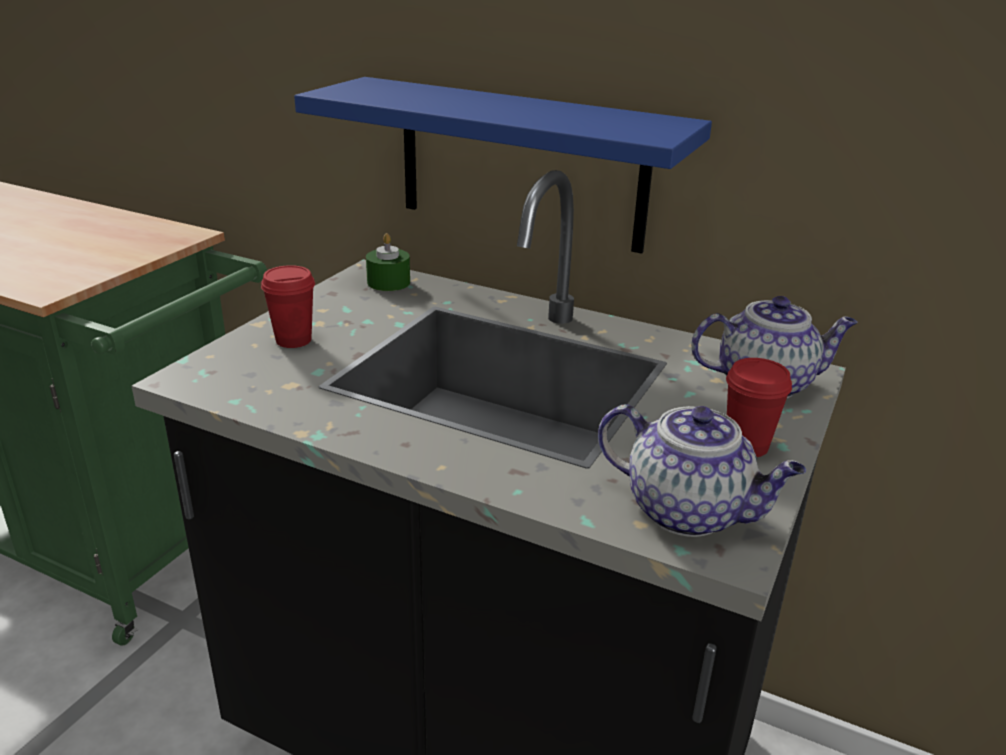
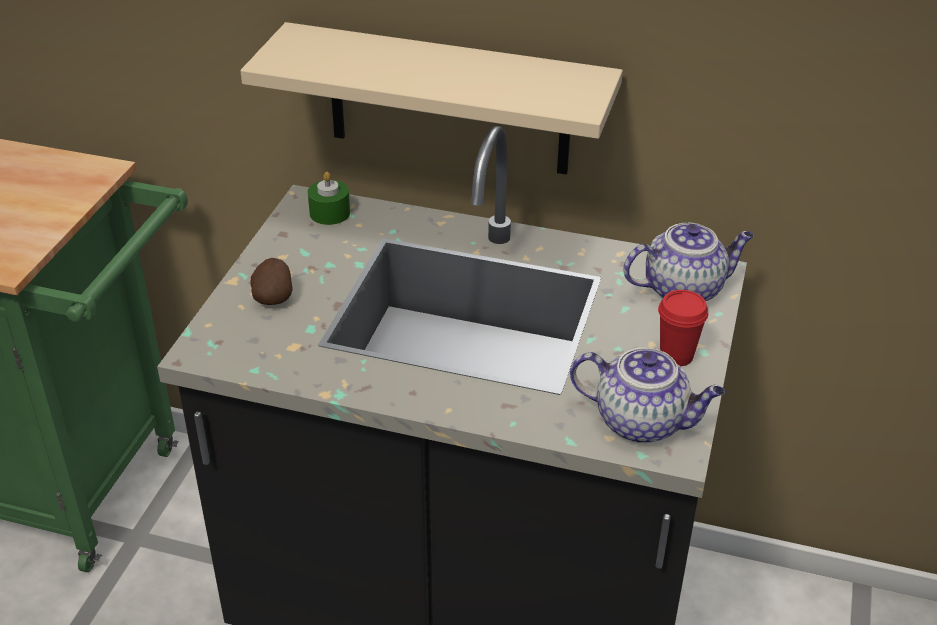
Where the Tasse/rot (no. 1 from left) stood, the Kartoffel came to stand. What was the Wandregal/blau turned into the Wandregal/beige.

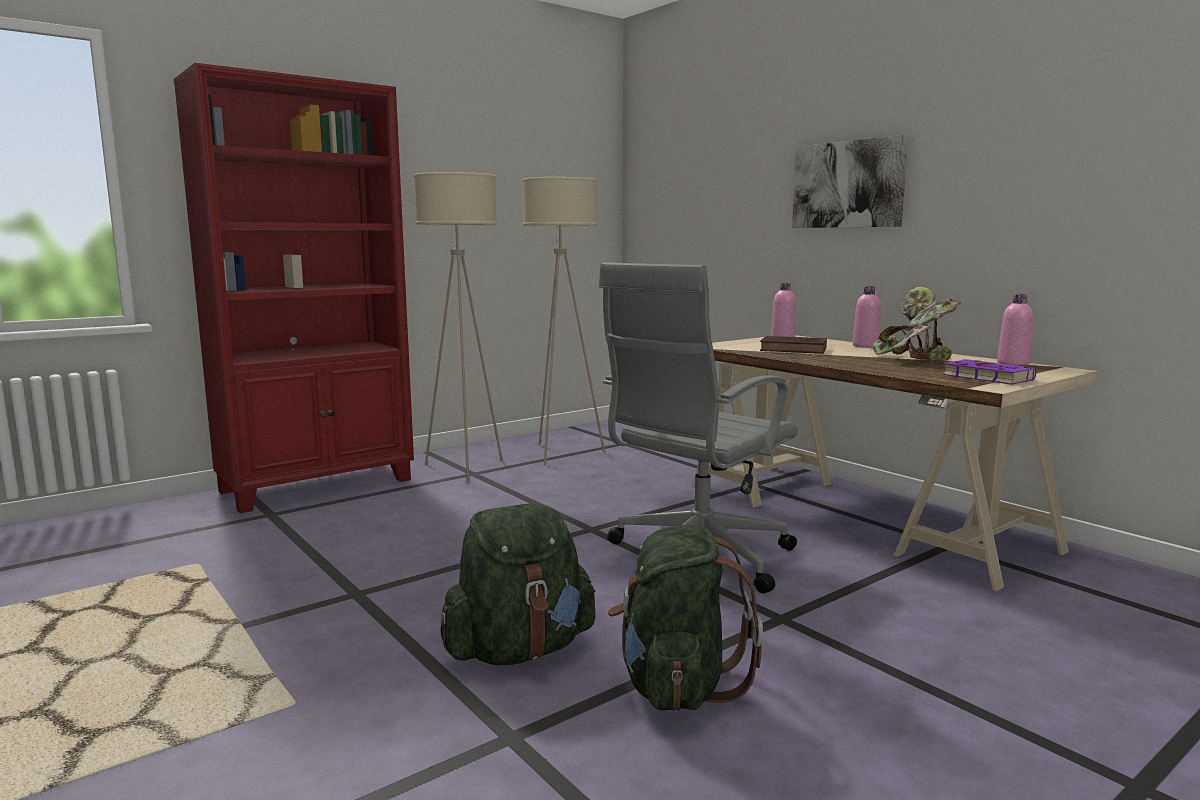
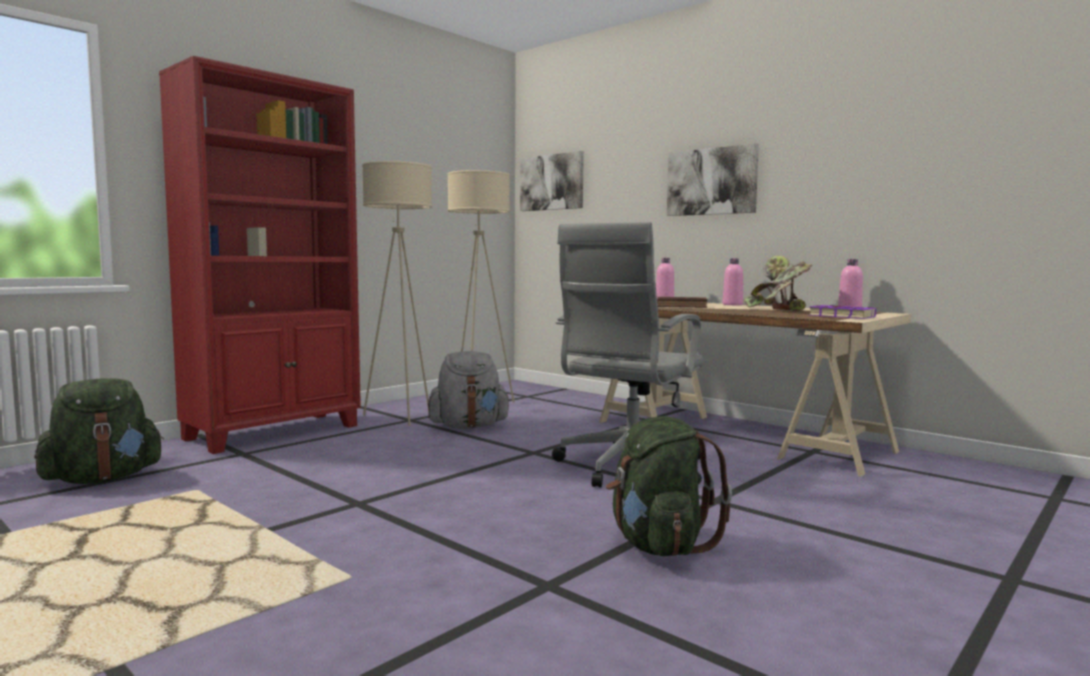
The second view gained the Rucksack/grau. The second view gained the Bild (no. 1 from left). The Rucksack/grün (no. 1 from left) ended up elsewhere.

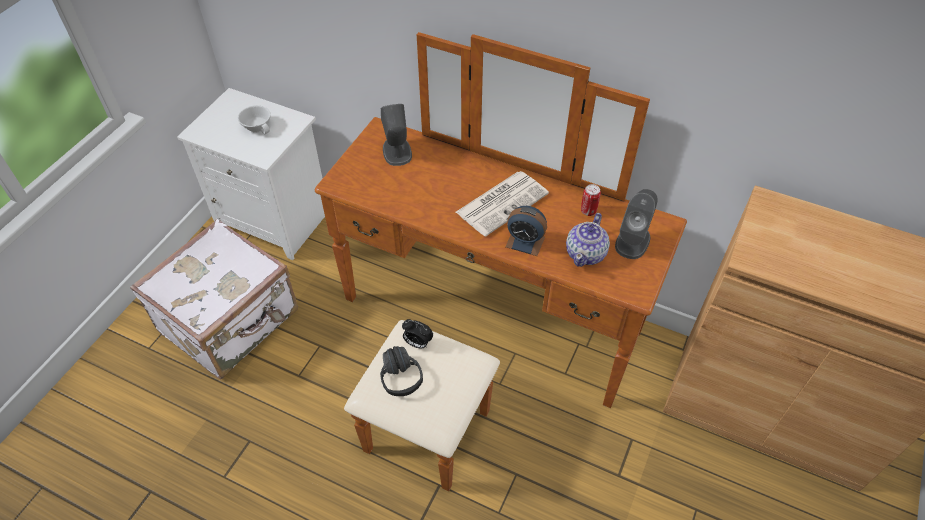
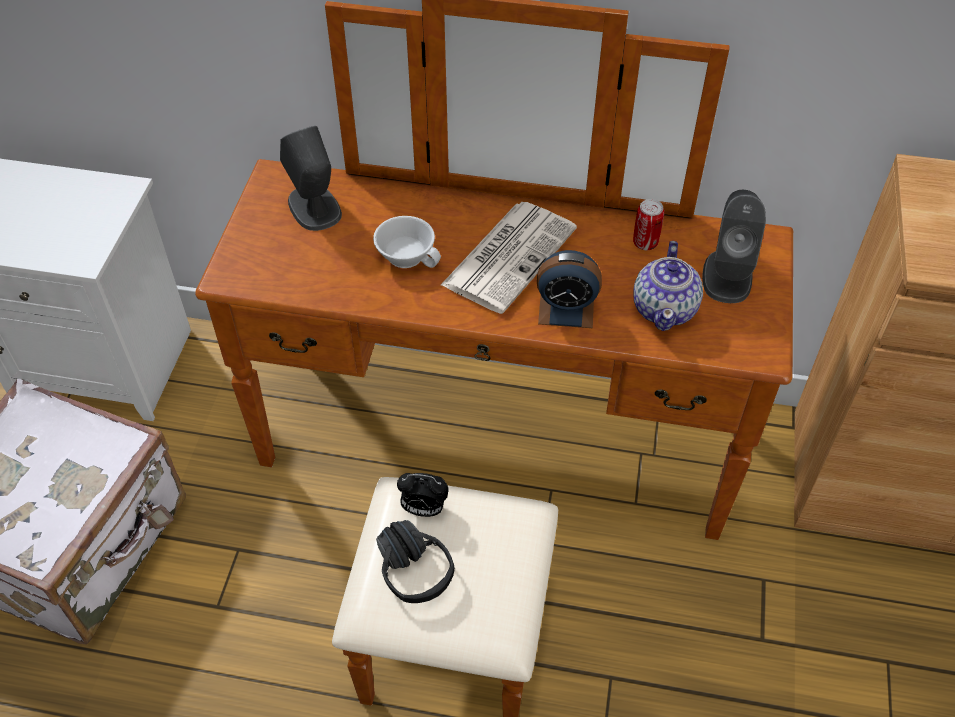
The Tasse/weiß ended up elsewhere.

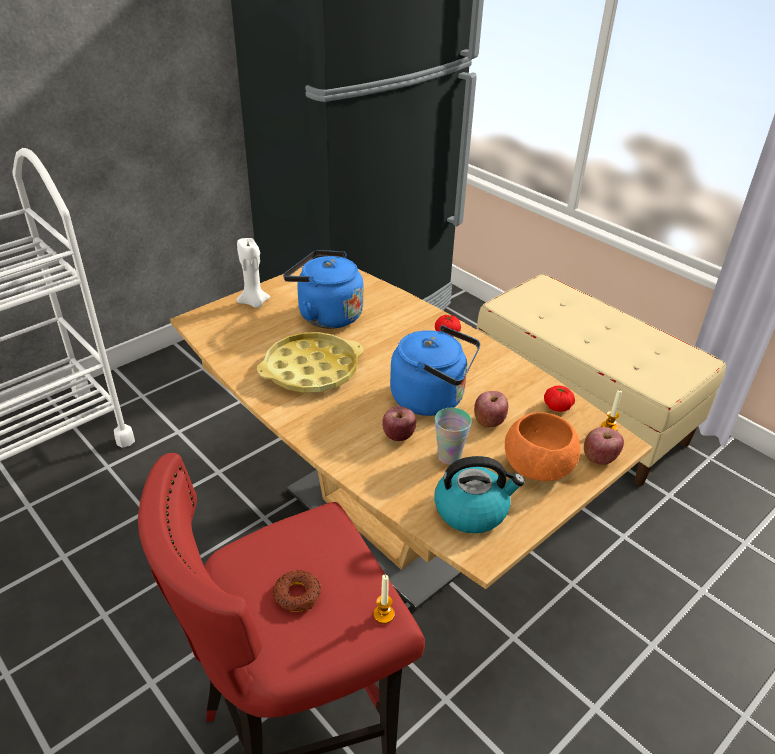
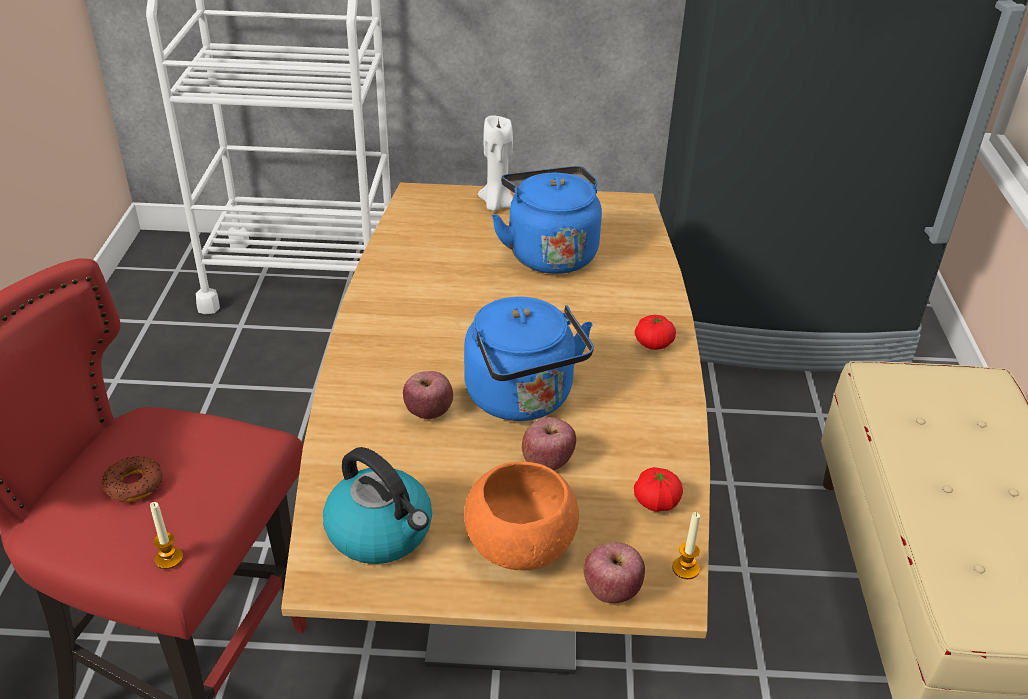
The second view lost the Tablett/gelb. The second view lost the Tasse.

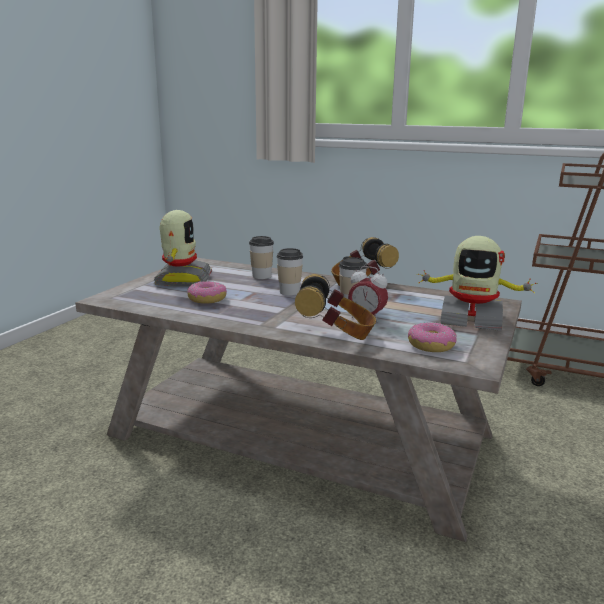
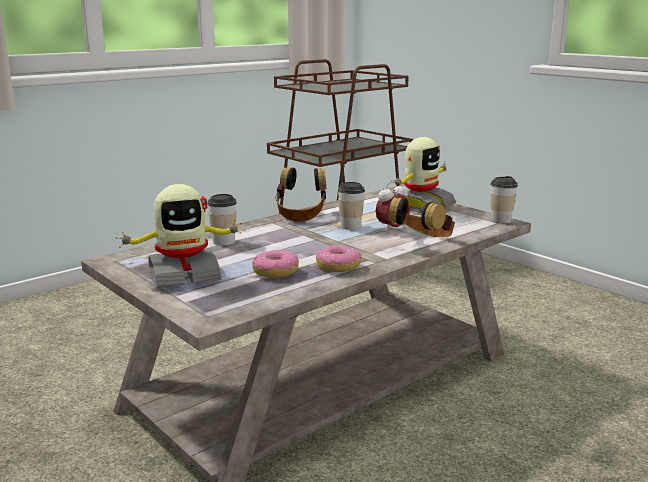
The Tasse (no. 2 from left in the first image) ended up elsewhere. The Donut (no. 2 from left) ended up elsewhere. The Spielzeugroboter (no. 1 from left) ended up facing another way, 135 degrees clockwise from before.

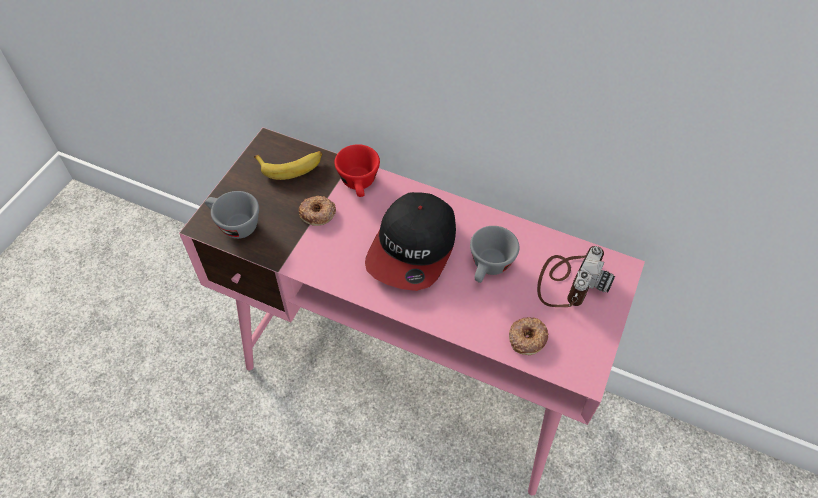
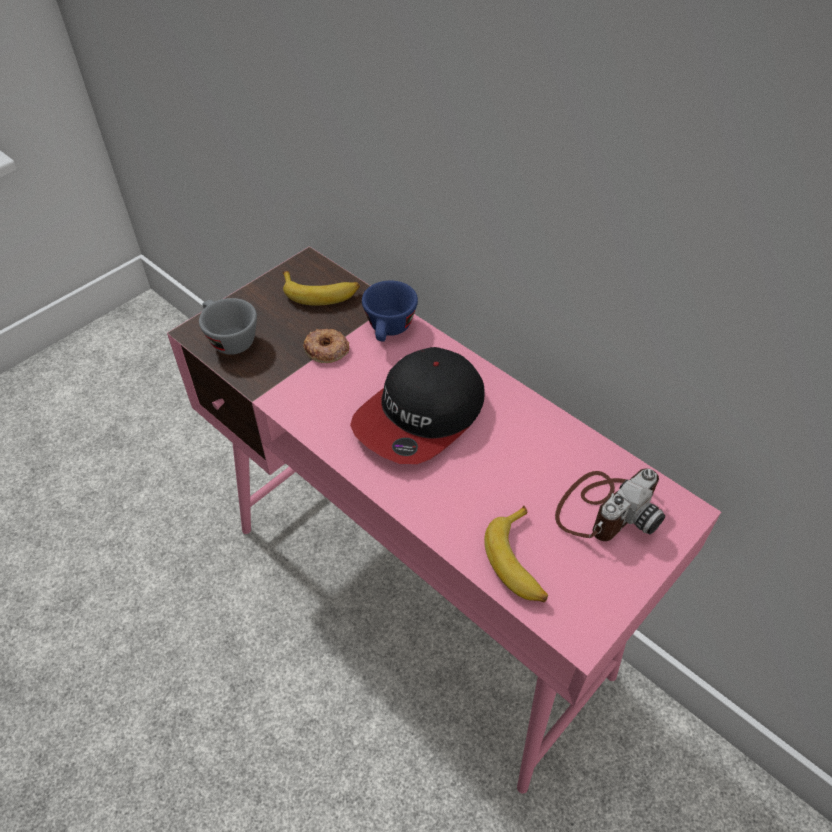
The second view lost the Tasse/grau (no. 2 from left). Where the Donut (no. 2 from left) stood, the Banane (no. 2 from left) came to stand. What was the Tasse/rot turned into the Tasse/blau.

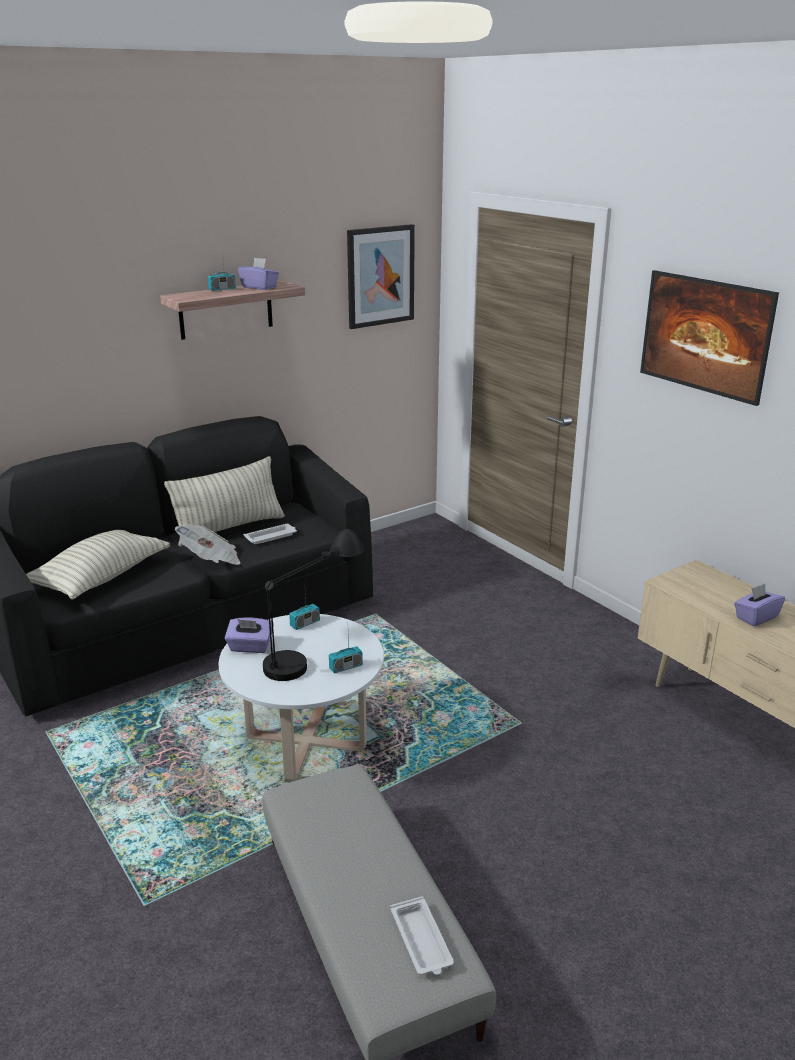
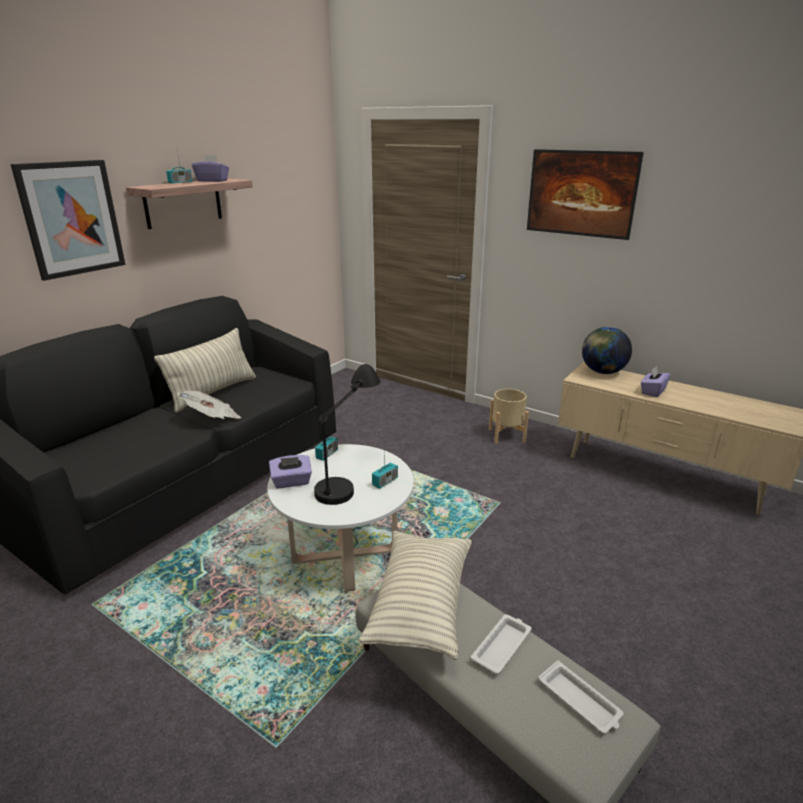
The second view gained the Pflanzkübel/beige. The second view gained the Globus. The Kissen (no. 1 from left in the first image) ended up elsewhere. The Tablett/weiß (no. 1 from left) ended up elsewhere. The Bild (no. 1 from left) ended up elsewhere.

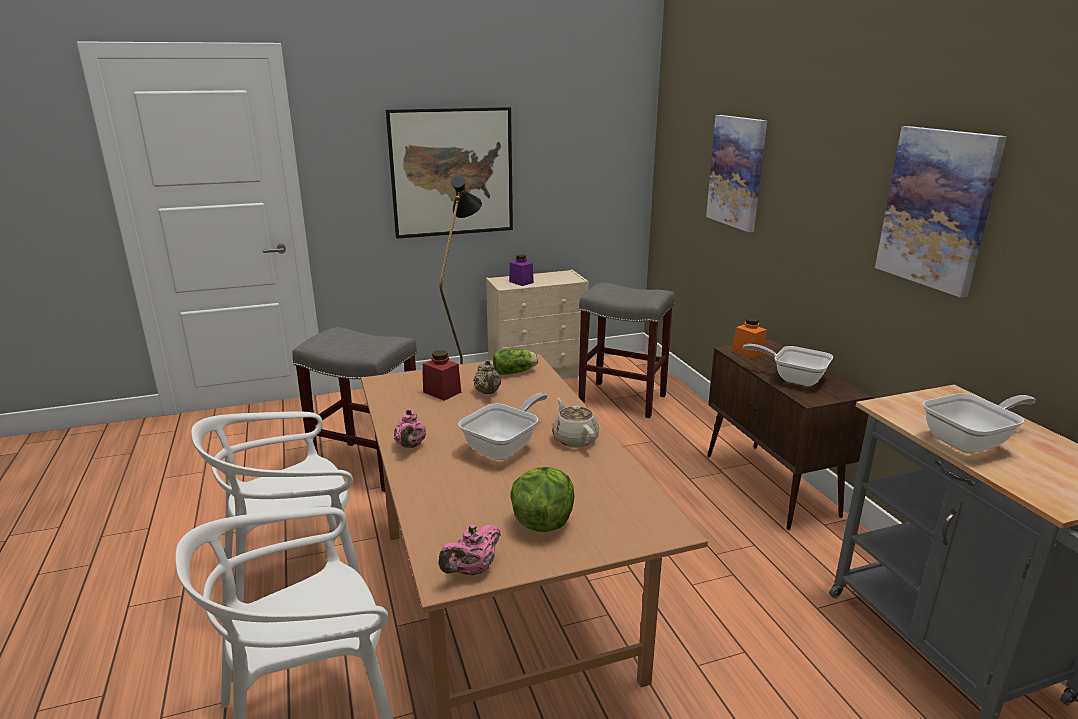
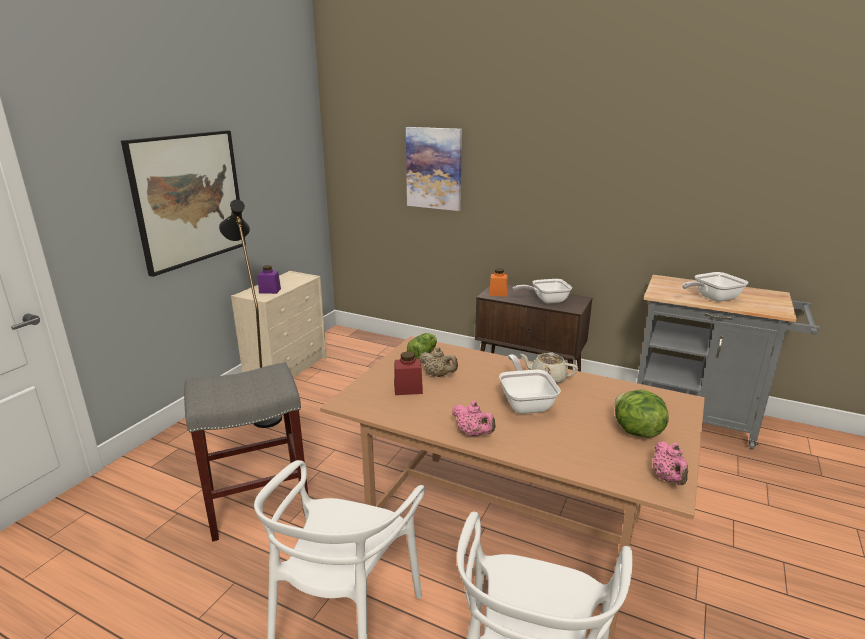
The second view lost the Hocker/grau (no. 2 from left). The second view lost the Bild (no. 3 from left). The Pfanne (no. 3 from left) ended up facing another way, 135 degrees counterclockwise from before.

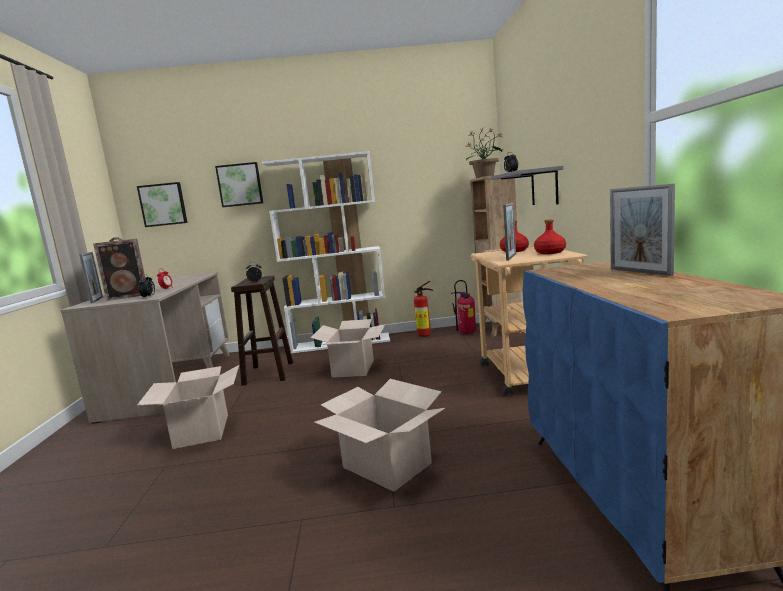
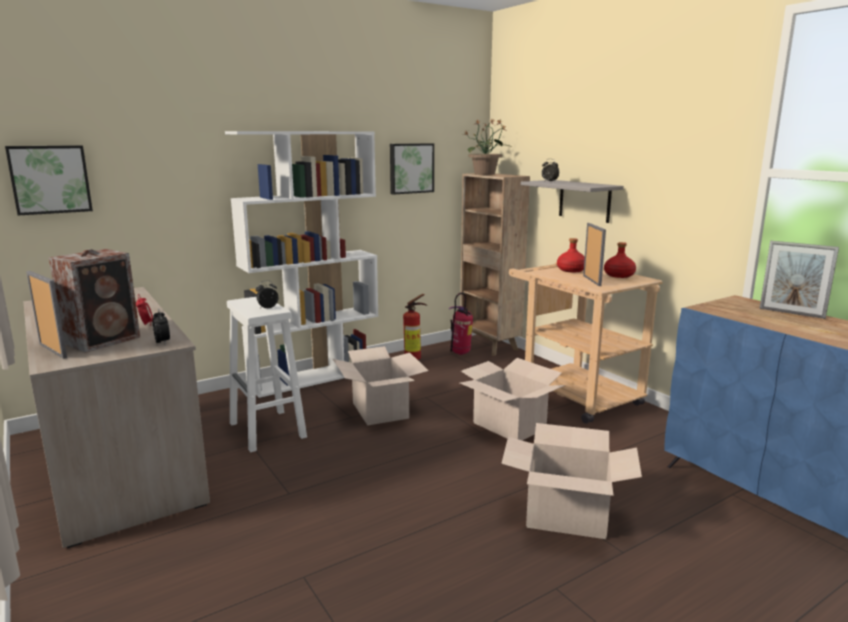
The Karton (no. 1 from left in the first image) ended up elsewhere. The Bild (no. 2 from left) ended up elsewhere. What was the Hocker/braun turned into the Hocker/weiß.

